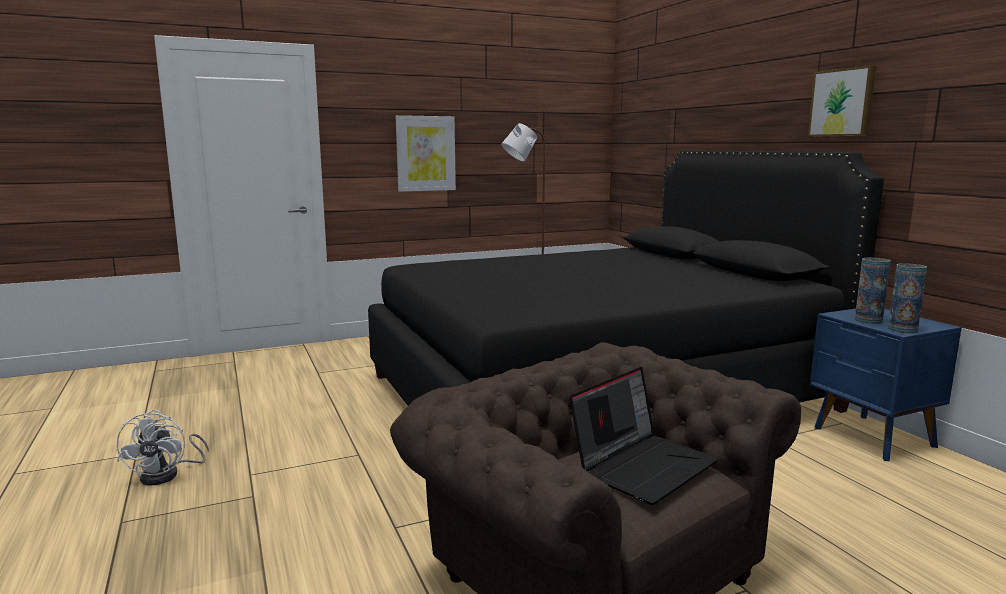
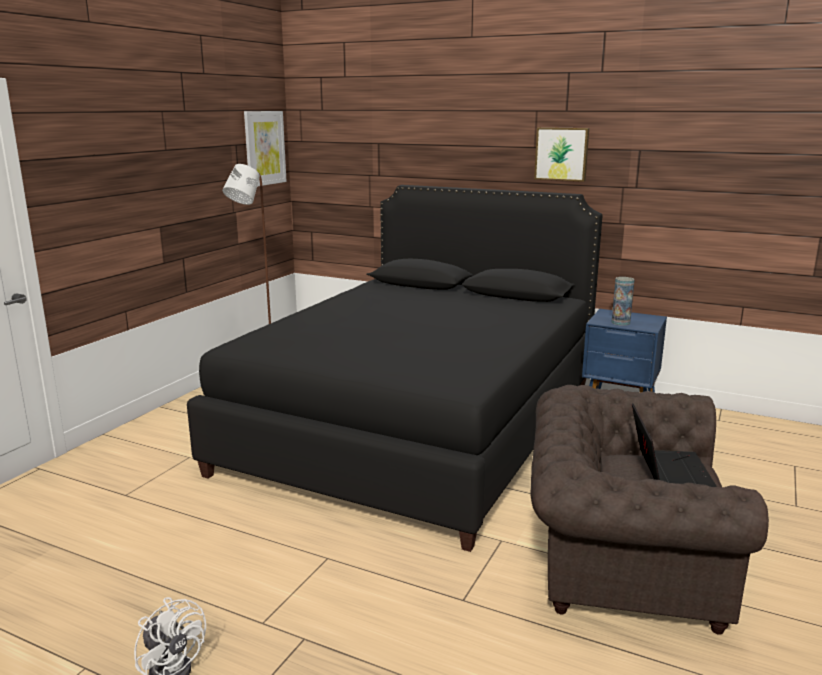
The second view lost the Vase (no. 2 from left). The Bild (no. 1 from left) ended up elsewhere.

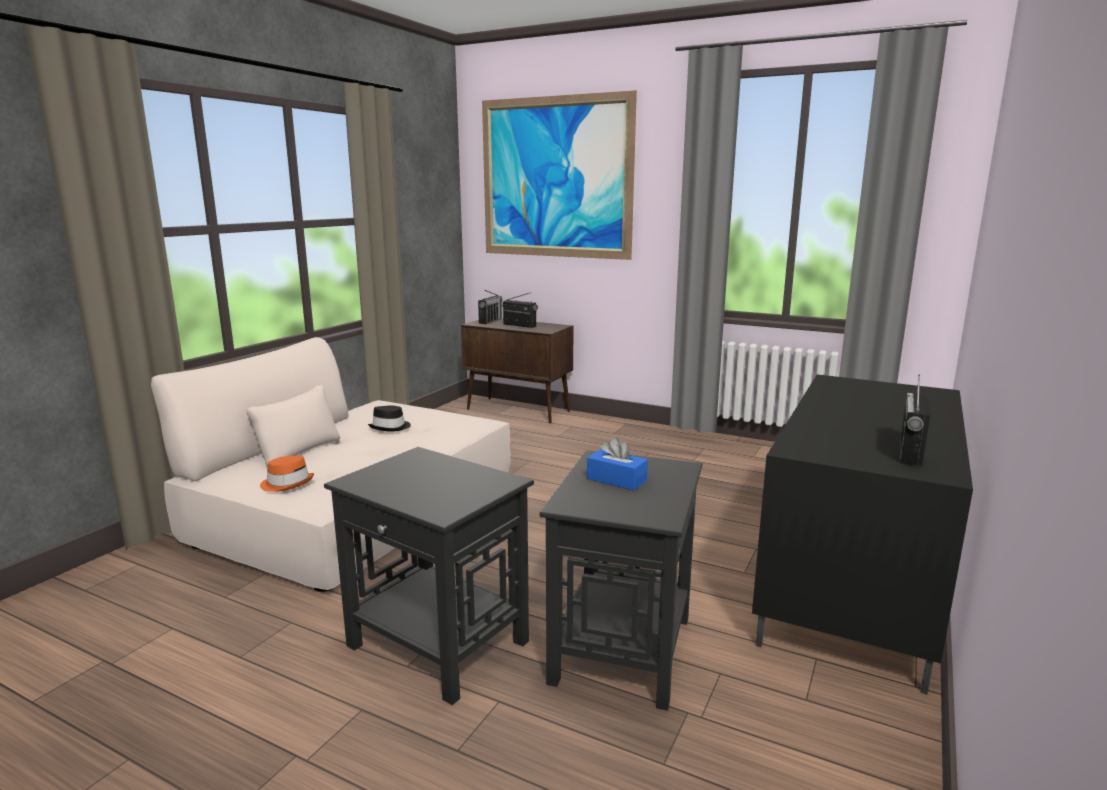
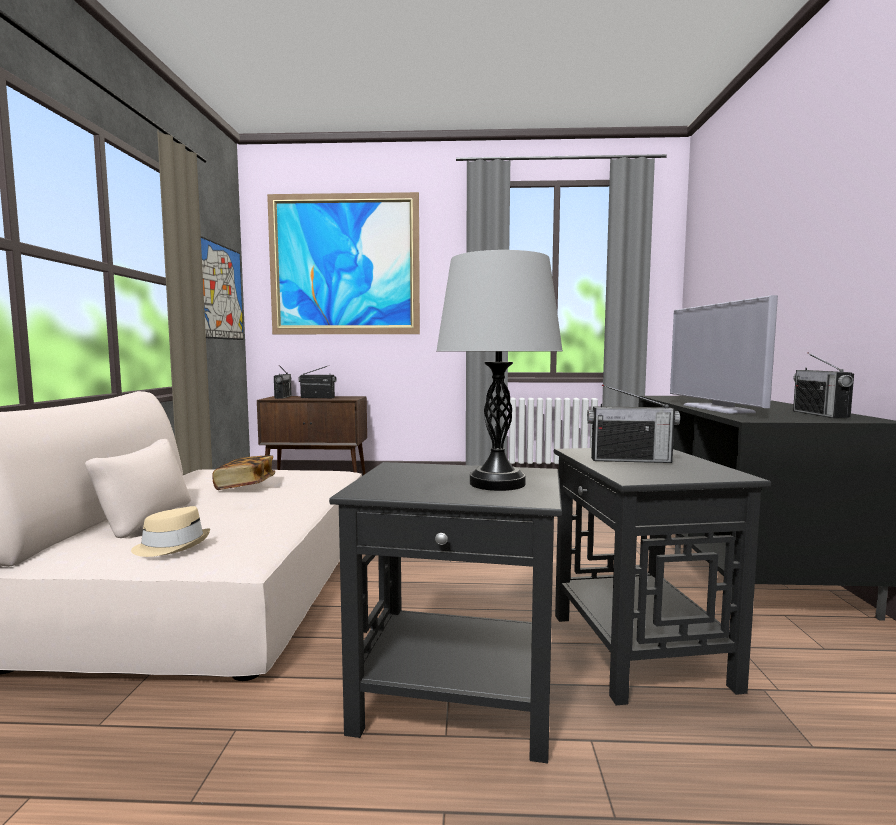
The second view gained the Bild (no. 1 from left). The second view gained the Tischlampe/grau. The second view gained the Fernseher. Where the Hut/schwarz stood, the Buch came to stand. Where the Taschentuchbox/blau stood, the Radio (no. 3 from left) came to stand. What was the Hut/orange turned into the Hut/beige.

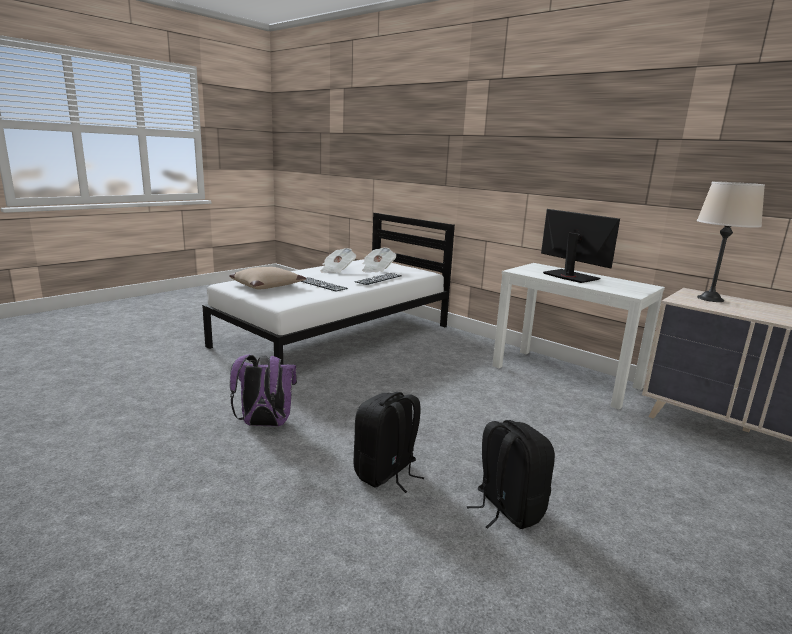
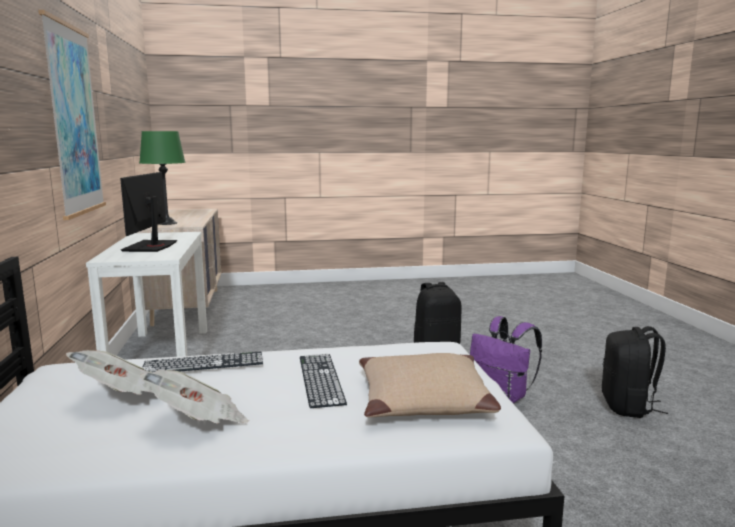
The second view gained the Bild. The Rucksack/schwarz (no. 2 from left) ended up elsewhere. What was the Tischlampe/beige turned into the Tischlampe/grün.

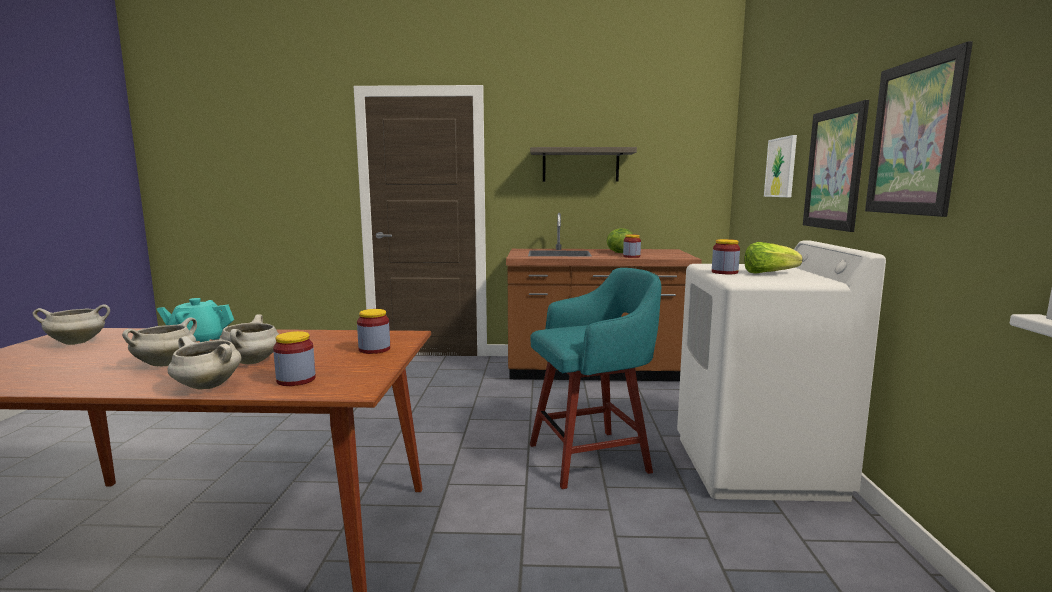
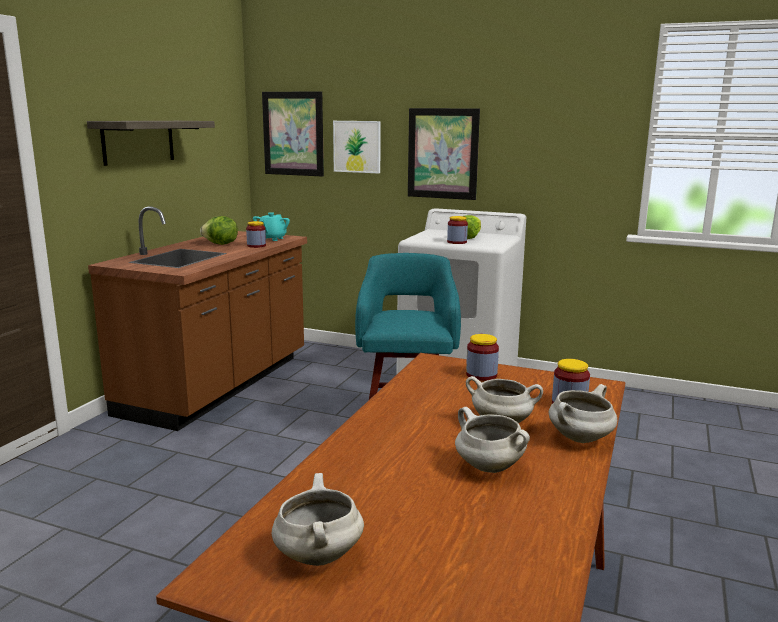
The Teekanne/türkis ended up elsewhere. The Bild (no. 3 from left in the first image) ended up elsewhere.

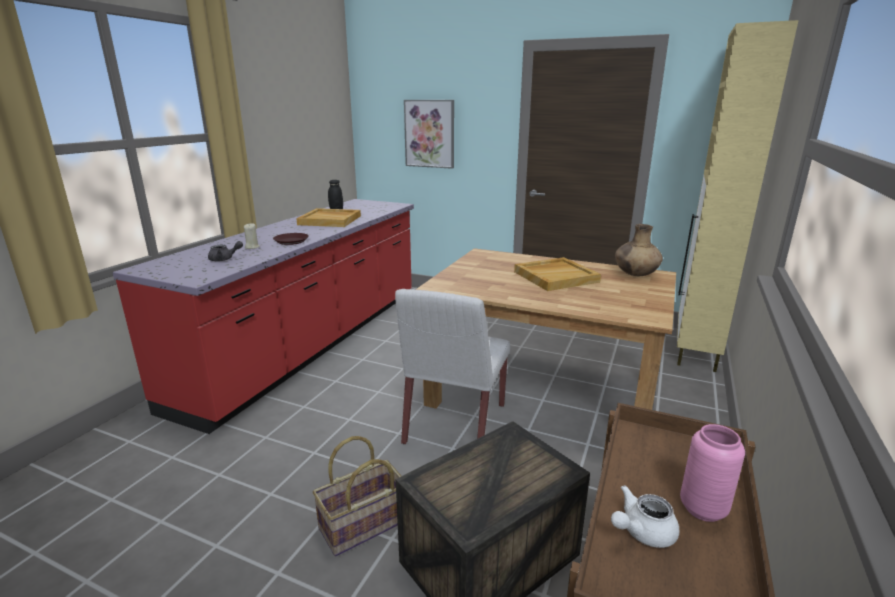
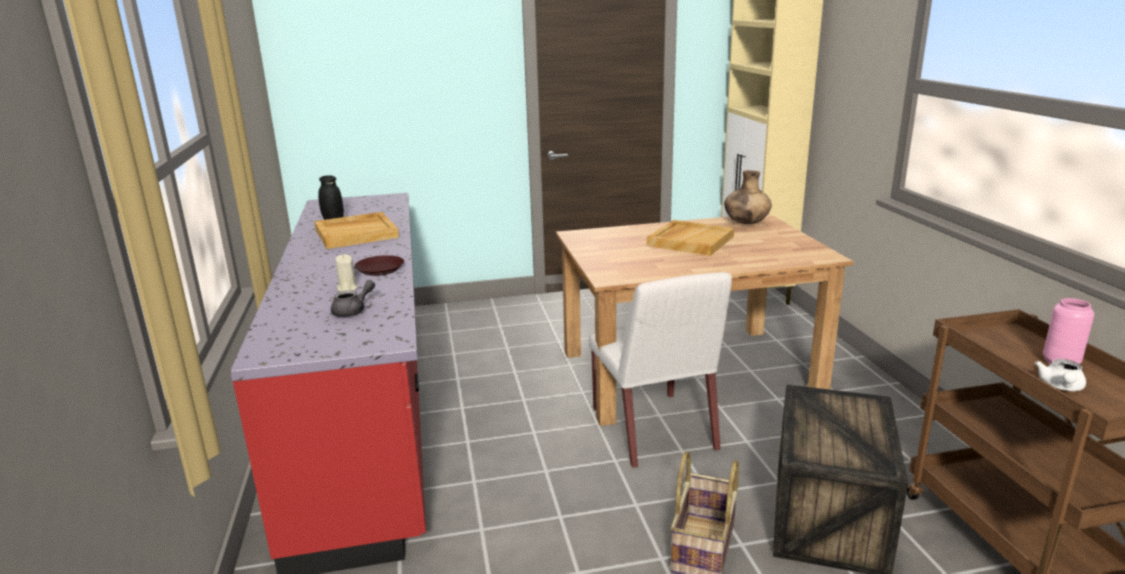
The second view lost the Bild.

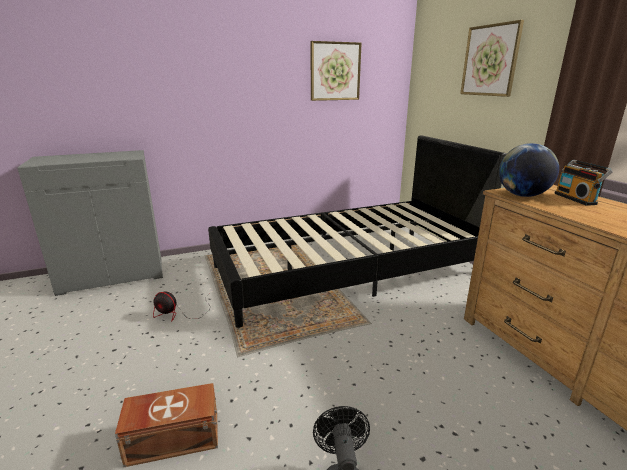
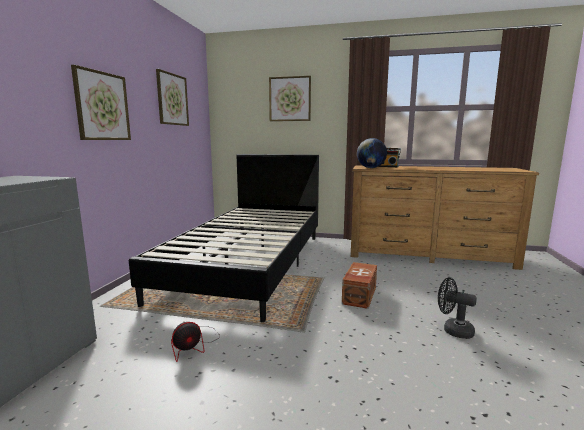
The second view gained the Bild (no. 1 from left). The Aufbewahrungsbox/braun ended up elsewhere.

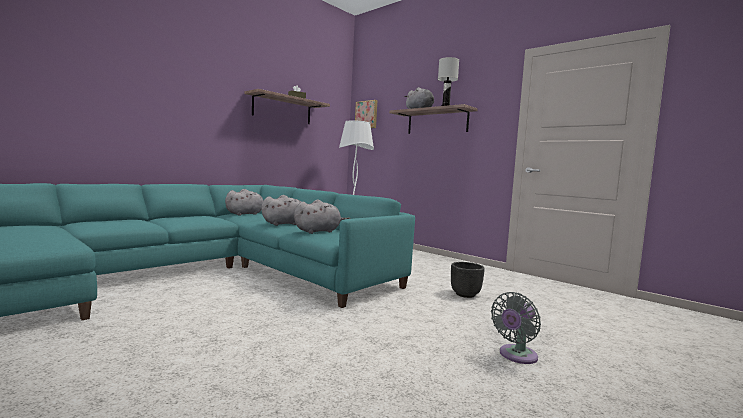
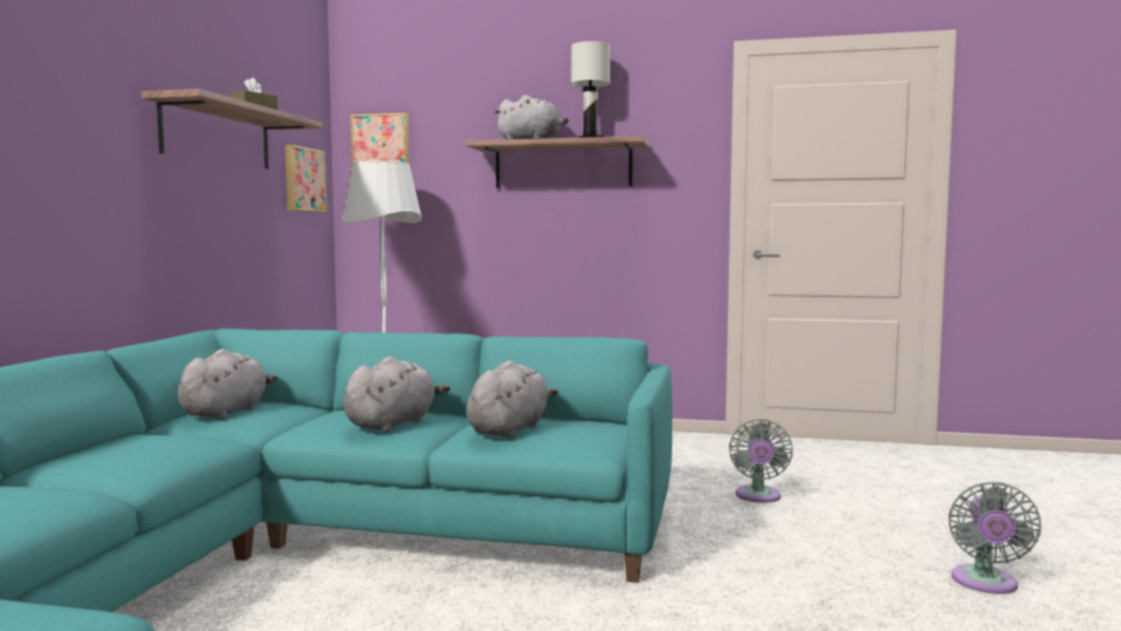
The second view gained the Bild (no. 1 from left). Where the Pflanzkübel/schwarz stood, the Ventilator/grau (no. 1 from left) came to stand.

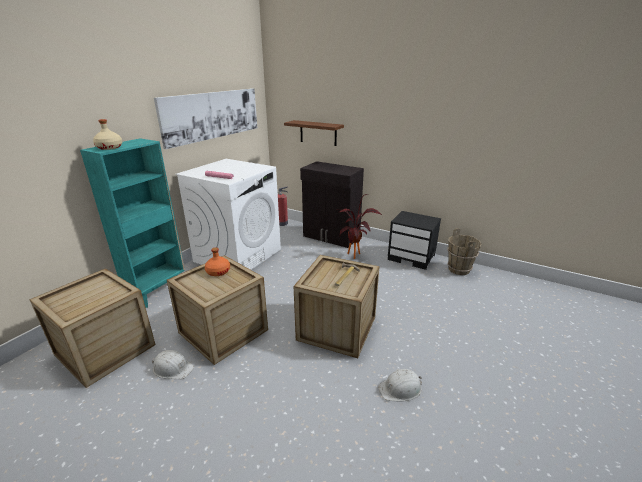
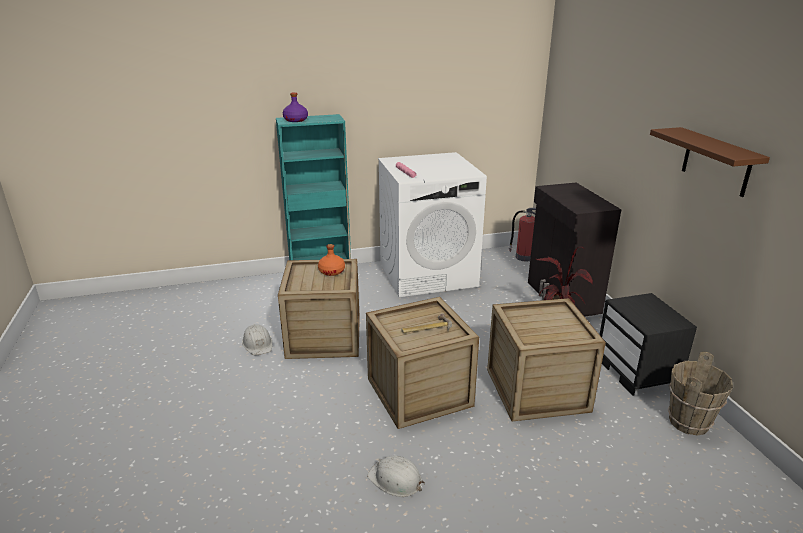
The second view lost the Bild. The Kiste (no. 1 from left in the first image) ended up elsewhere. The Wandregal/braun ended up elsewhere. What was the Flasche/beige turned into the Flasche/lila.

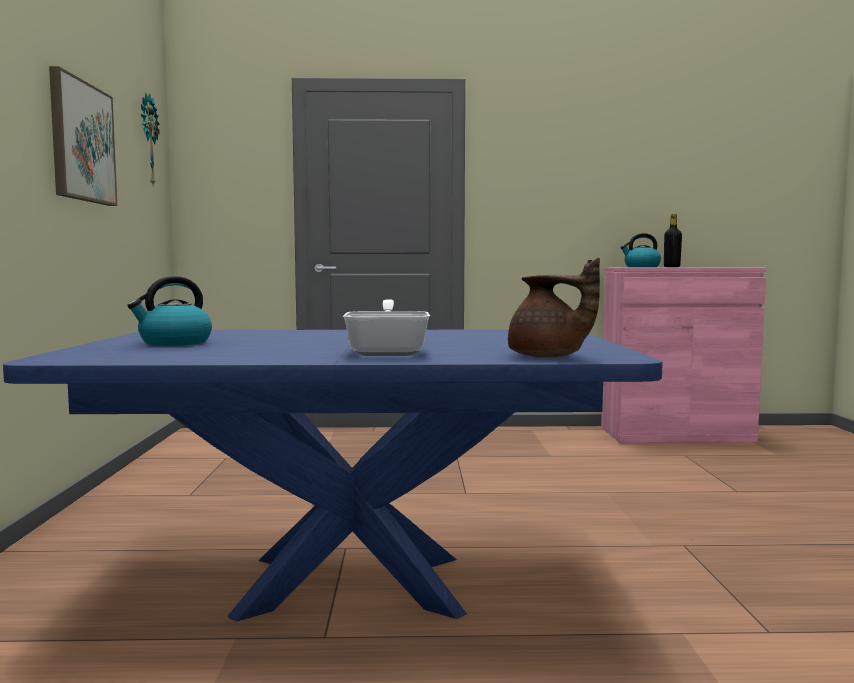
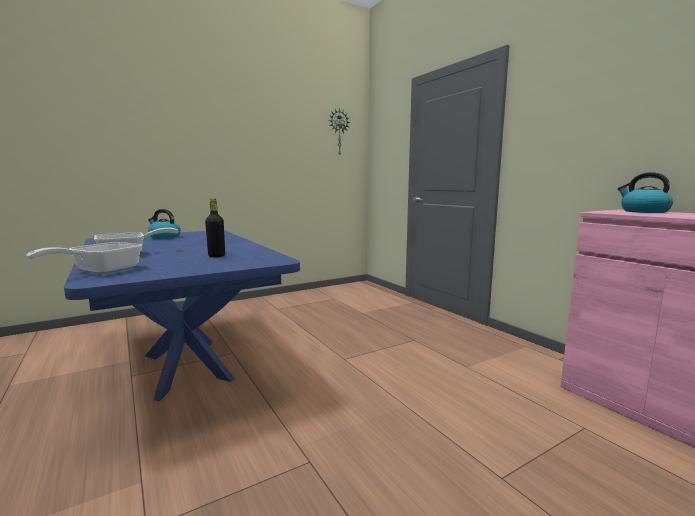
The second view lost the Bild. The Flasche/schwarz ended up elsewhere. Where the Teekanne/braun stood, the Pfanne (no. 1 from left) came to stand.

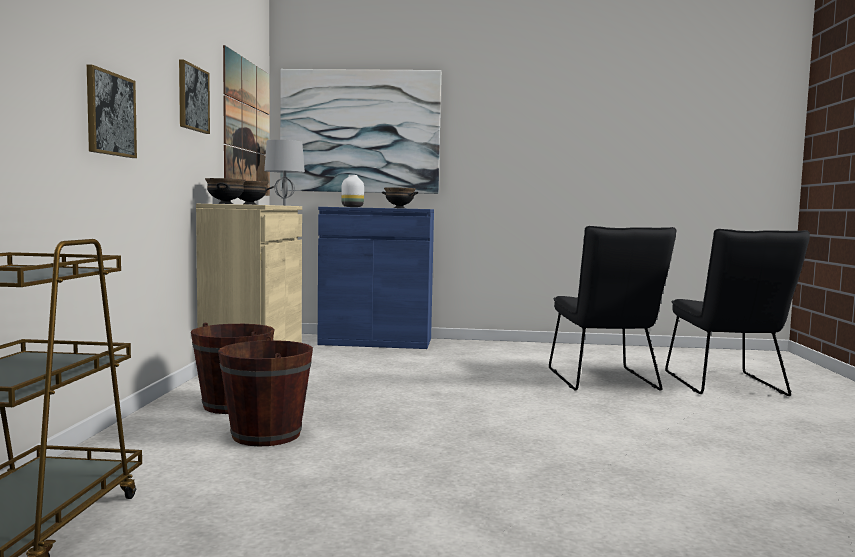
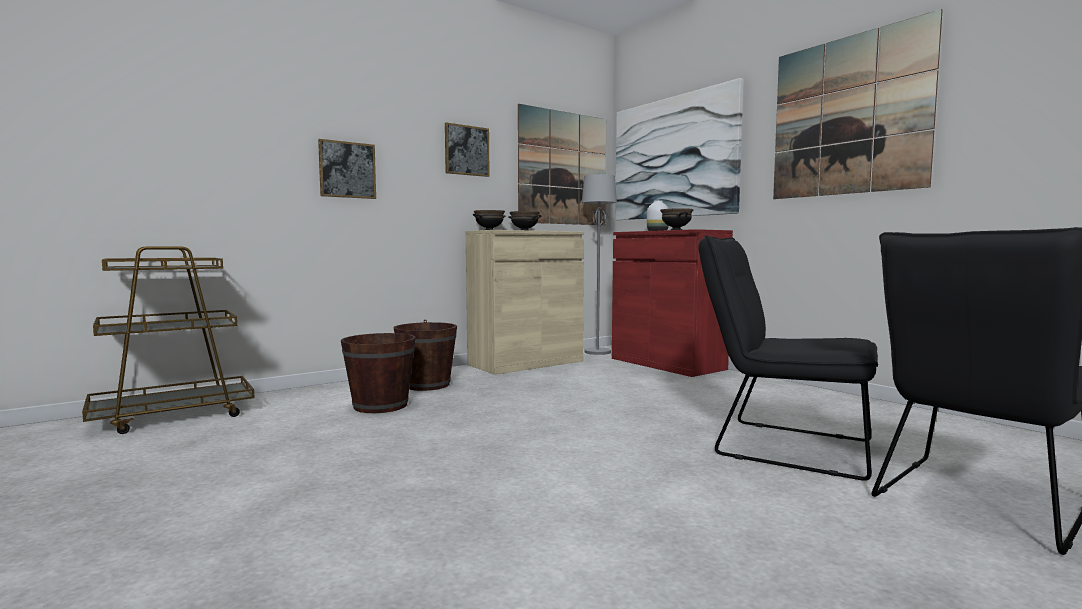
The second view gained the Bild (no. 5 from left). What was the Schrank/blau turned into the Schrank/rot. The Stuhl/schwarz (no. 1 from left) ended up facing another way, 75 degrees clockwise from before.

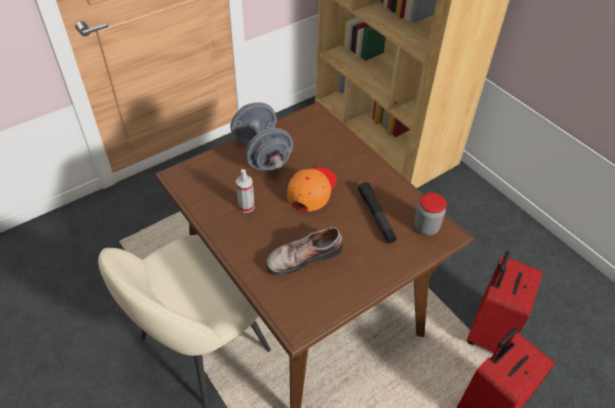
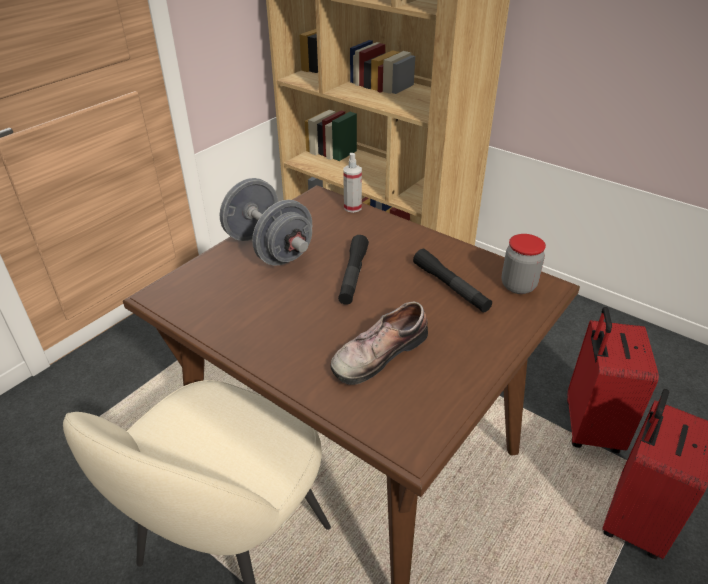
The Sprühflasche ended up elsewhere. Where the Kappe/orange stood, the Taschenlampe/schwarz (no. 1 from left) came to stand.

